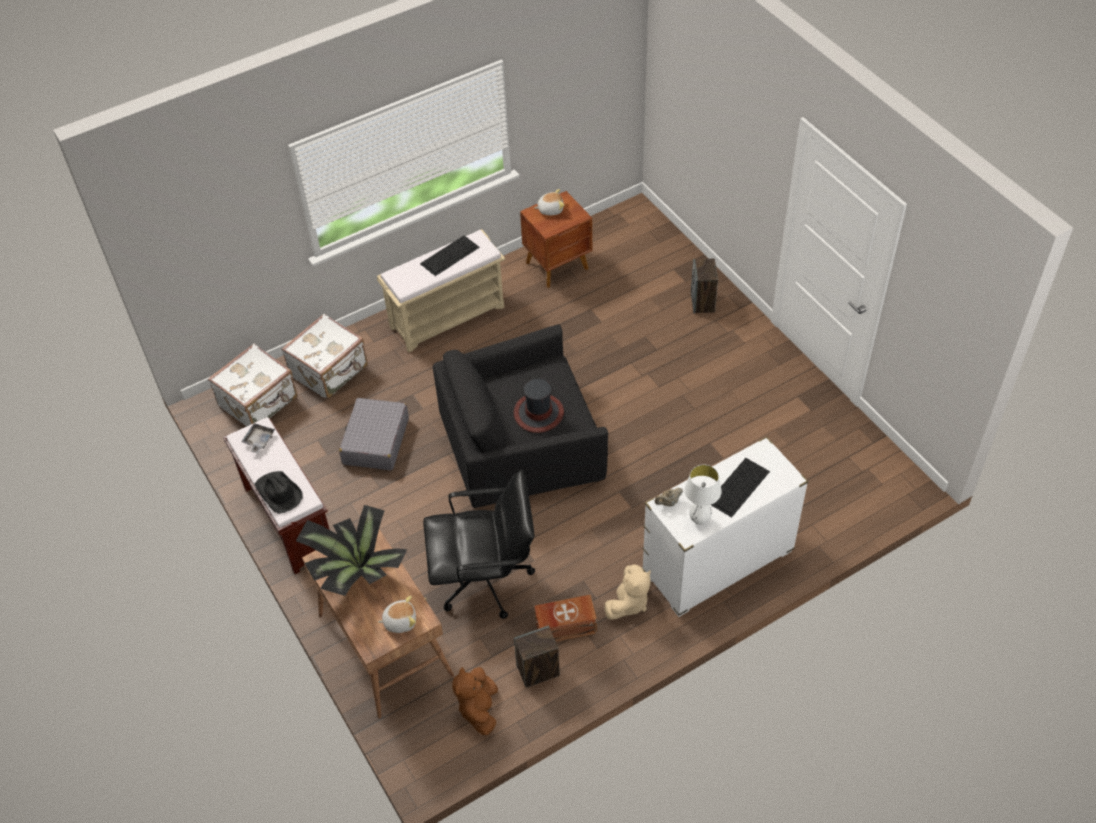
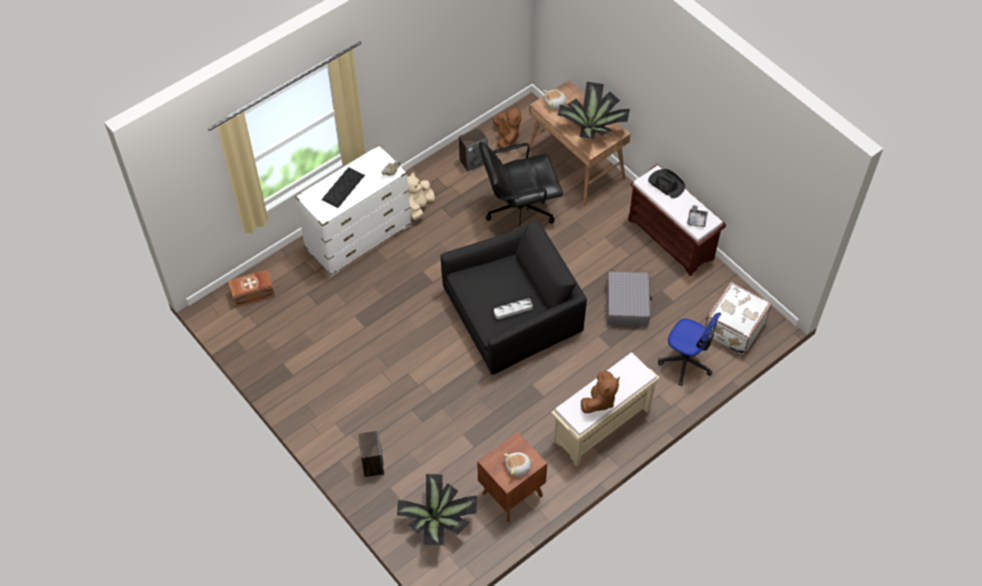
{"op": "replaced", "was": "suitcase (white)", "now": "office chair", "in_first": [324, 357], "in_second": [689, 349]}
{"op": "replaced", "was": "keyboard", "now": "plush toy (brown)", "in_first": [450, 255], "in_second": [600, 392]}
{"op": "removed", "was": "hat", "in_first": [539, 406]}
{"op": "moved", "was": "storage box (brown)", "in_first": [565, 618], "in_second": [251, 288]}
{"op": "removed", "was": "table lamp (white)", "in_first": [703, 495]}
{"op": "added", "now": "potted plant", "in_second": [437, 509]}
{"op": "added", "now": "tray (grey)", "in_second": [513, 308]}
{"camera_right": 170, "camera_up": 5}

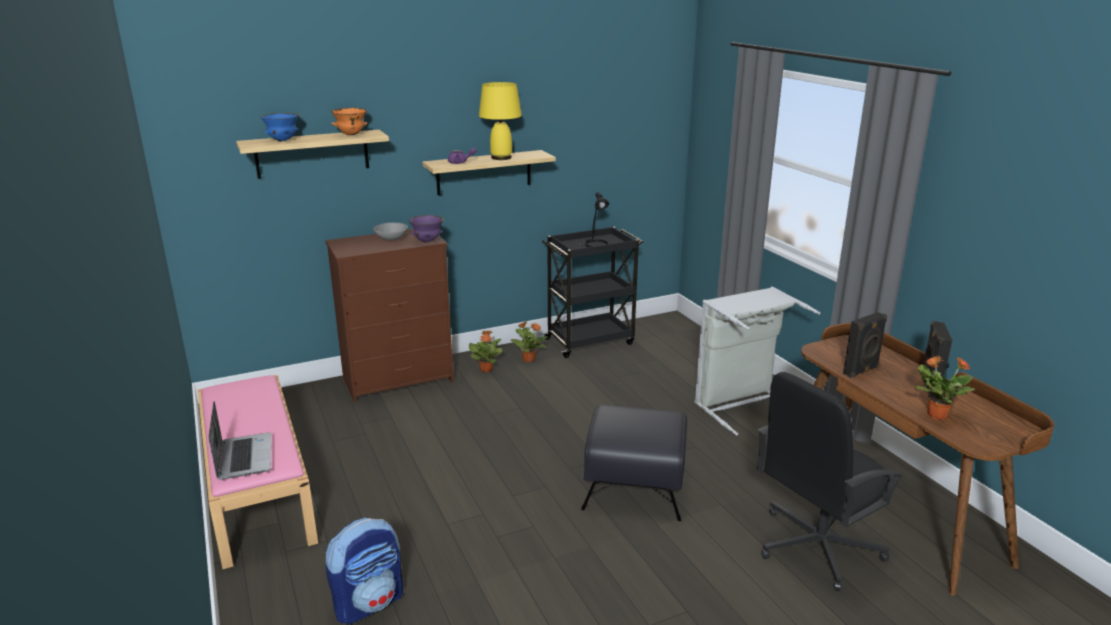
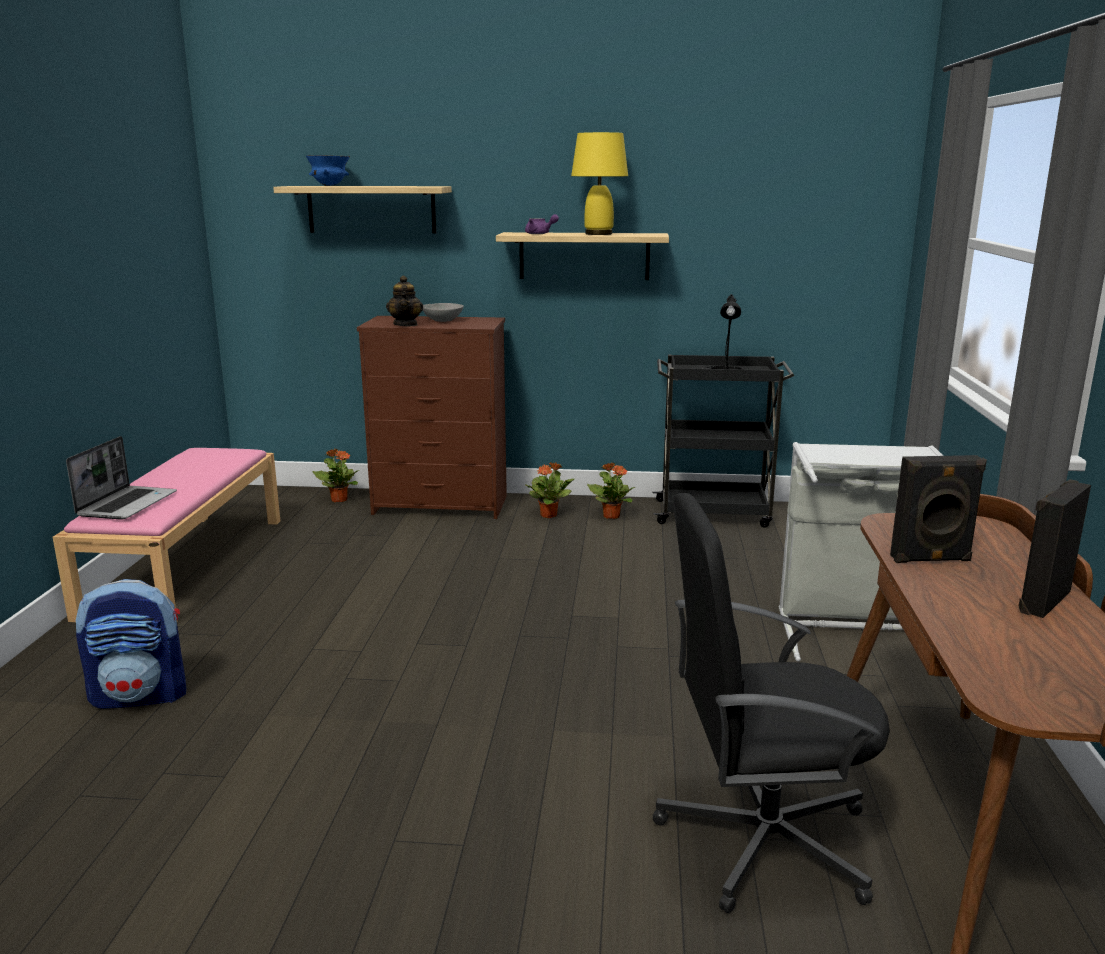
{"op": "removed", "was": "bowl (orange)", "in_first": [349, 121]}
{"op": "removed", "was": "bowl (purple)", "in_first": [426, 229]}
{"op": "removed", "was": "ottoman (black)", "in_first": [634, 463]}
{"op": "moved", "was": "potted plant", "in_first": [945, 388], "in_second": [336, 475]}
{"op": "added", "now": "teapot", "in_second": [404, 301]}
{"camera_right": 30, "camera_up": -5}

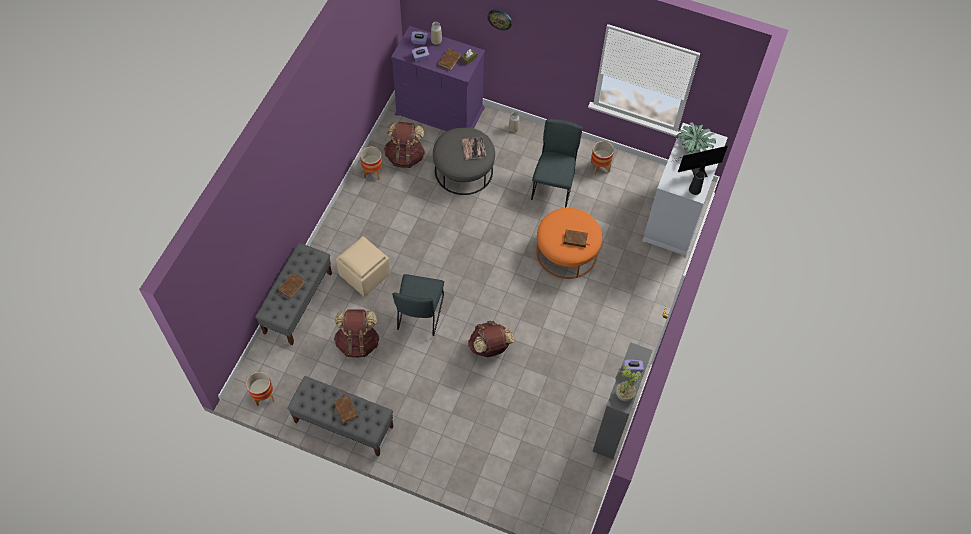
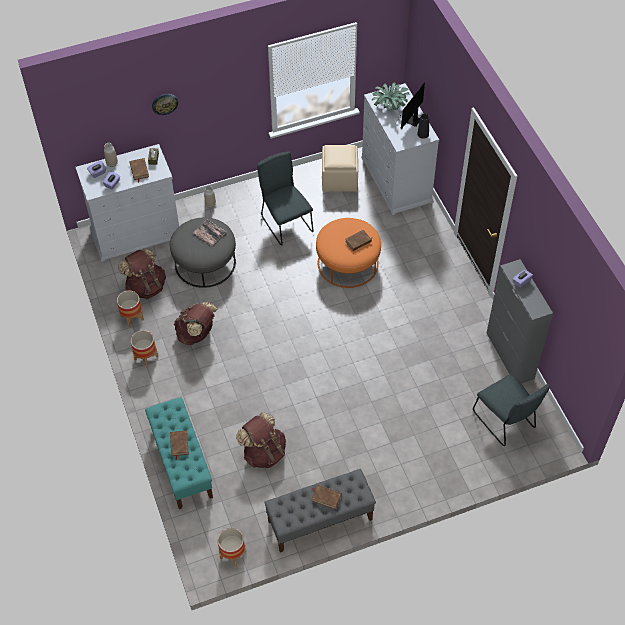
{"op": "recoloured", "was": "bench (grey)", "now": "bench (turquoise)", "in_first": [293, 294], "in_second": [179, 453]}
{"op": "moved", "was": "ottoman (beige)", "in_first": [363, 266], "in_second": [340, 168]}
{"op": "recoloured", "was": "dresser (purple)", "now": "dresser (white)", "in_first": [438, 78], "in_second": [127, 203]}
{"op": "moved", "was": "chair (grey)", "in_first": [418, 305], "in_second": [511, 410]}
{"op": "moved", "was": "backpack (brown)", "in_first": [491, 339], "in_second": [196, 323]}
{"op": "moved", "was": "planter", "in_first": [602, 157], "in_second": [144, 349]}
{"op": "removed", "was": "potted plant", "in_first": [629, 384]}
{"camera_right": -40, "camera_up": -5}

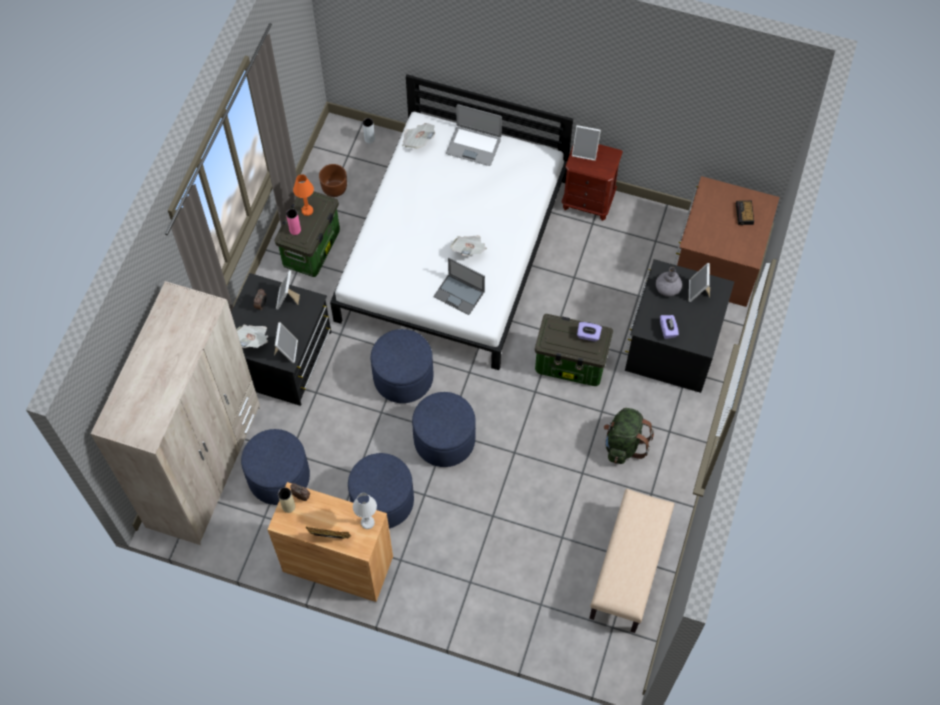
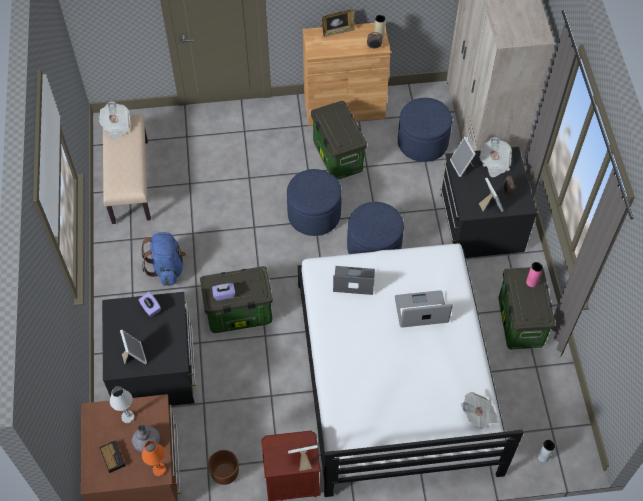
{"op": "moved", "was": "table lamp (orange)", "in_first": [303, 195], "in_second": [154, 458]}
{"op": "moved", "was": "planter (brown)", "in_first": [333, 180], "in_second": [223, 467]}
{"op": "replaced", "was": "ottoman (blue)", "now": "storage box", "in_first": [381, 490], "in_second": [339, 140]}
{"op": "moved", "was": "table lamp (white)", "in_first": [365, 511], "in_second": [122, 404]}
{"op": "moved", "was": "laptop", "in_first": [474, 135], "in_second": [424, 308]}
{"op": "moved", "was": "newspaper", "in_first": [468, 245], "in_second": [114, 120]}
{"op": "recoloured", "was": "backpack (green)", "now": "backpack (blue)", "in_first": [629, 436], "in_second": [163, 259]}
{"op": "moved", "was": "vase (grey)", "in_first": [669, 281], "in_second": [146, 438]}
{"camera_right": 155, "camera_up": -5}

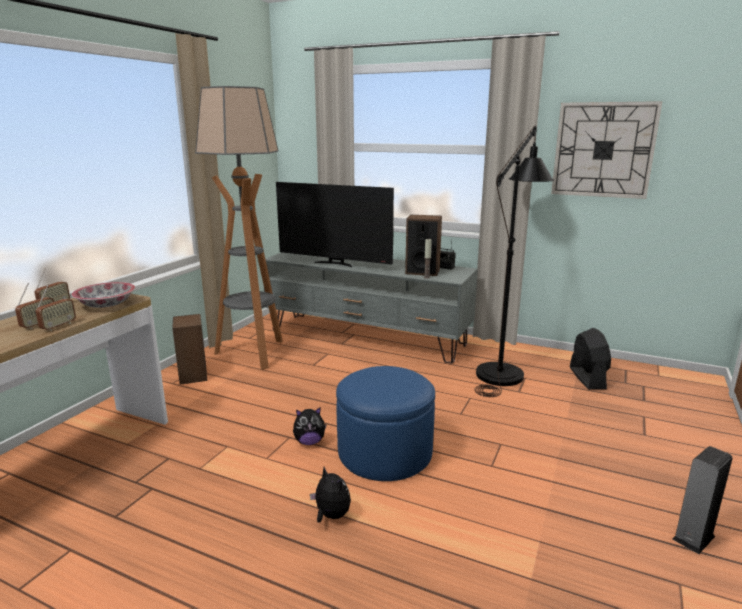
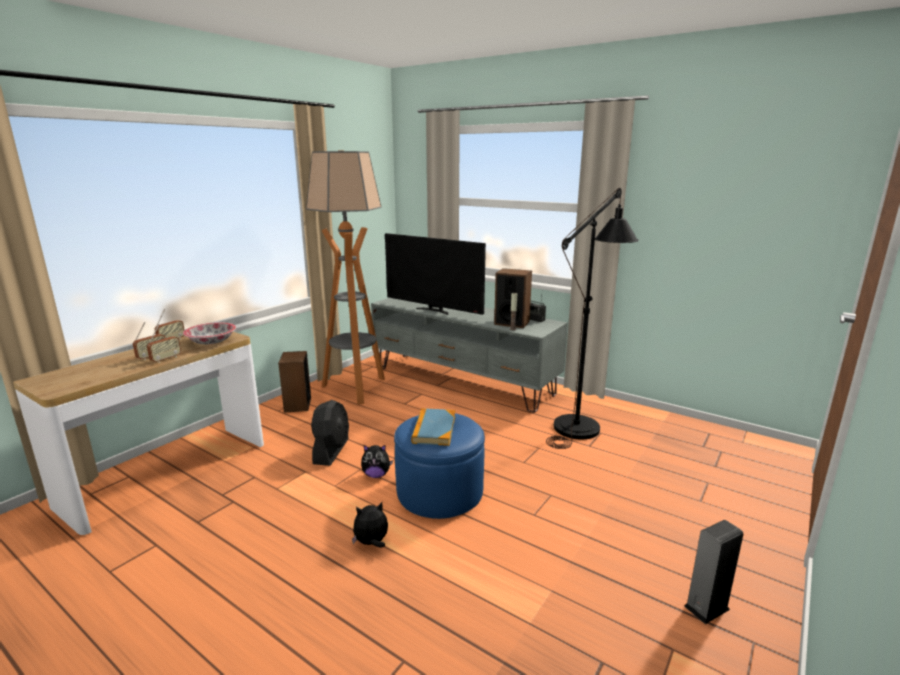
{"op": "turned", "was": "plush toy", "in_first": [330, 495], "in_second": [370, 525], "clockwise": -75}
{"op": "removed", "was": "wall clock", "in_first": [606, 150]}
{"op": "moved", "was": "fan (black)", "in_first": [590, 359], "in_second": [330, 433]}
{"op": "added", "now": "book", "in_second": [433, 427]}
{"camera_right": 10, "camera_up": 0}

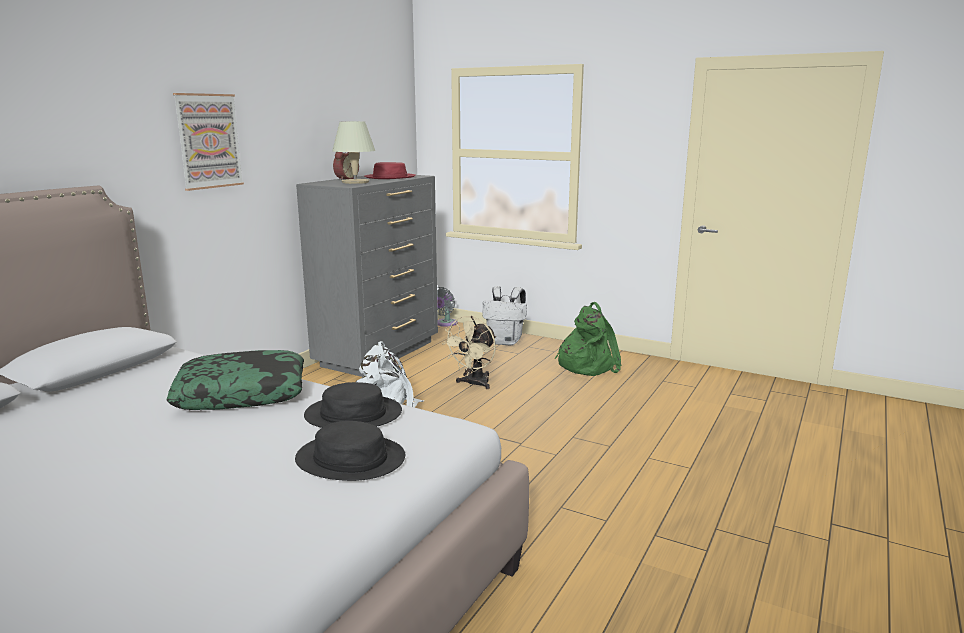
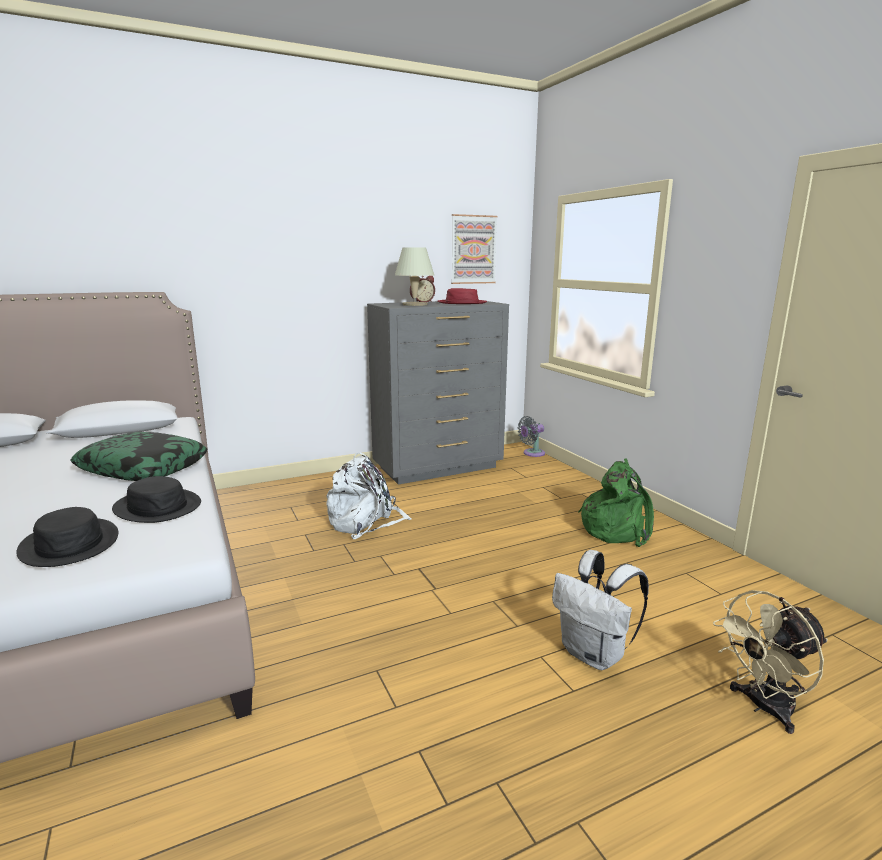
{"op": "moved", "was": "picture", "in_first": [208, 142], "in_second": [474, 249]}
{"op": "moved", "was": "fan (beige)", "in_first": [469, 352], "in_second": [770, 662]}
{"op": "moved", "was": "backpack (white)", "in_first": [504, 315], "in_second": [600, 610]}
{"camera_right": 35, "camera_up": 0}

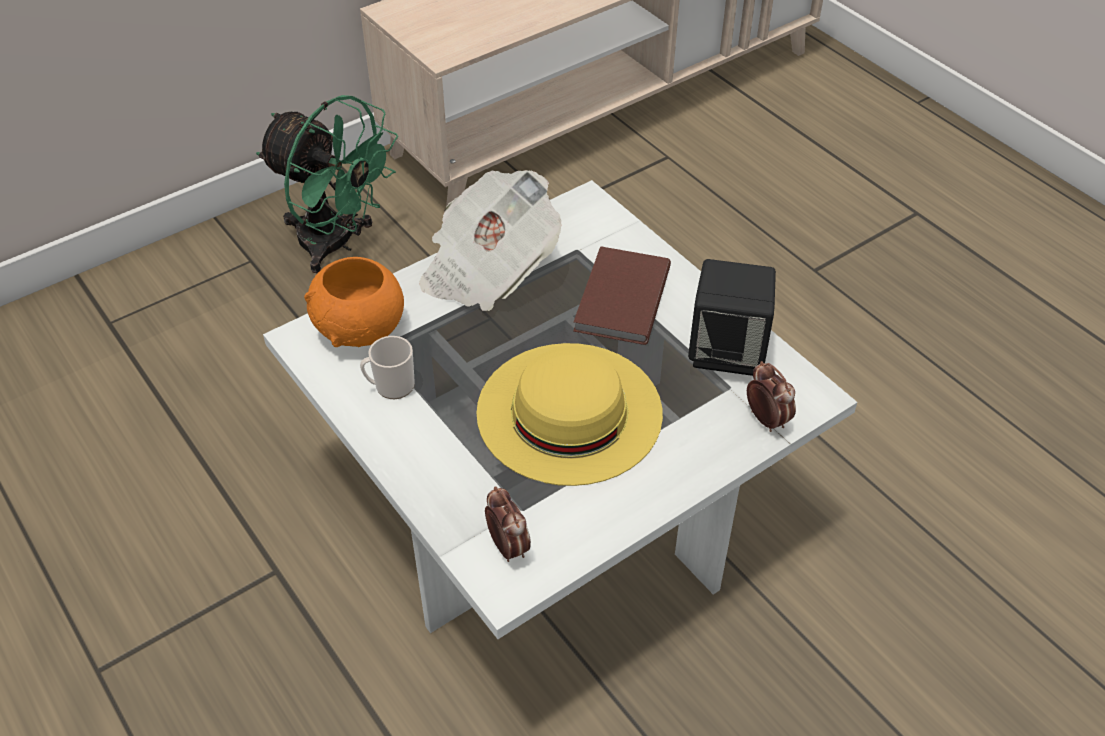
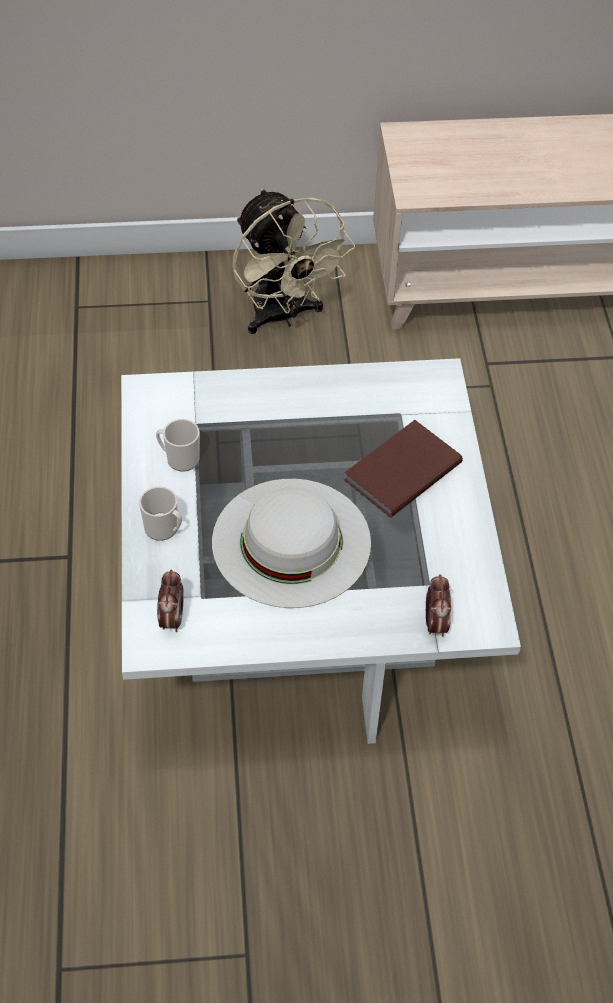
{"op": "recoloured", "was": "fan (green)", "now": "fan (beige)", "in_first": [327, 184], "in_second": [293, 261]}
{"op": "removed", "was": "bowl (orange)", "in_first": [354, 302]}
{"op": "removed", "was": "newspaper", "in_first": [490, 240]}
{"op": "recoloured", "was": "hat (yellow)", "now": "hat (white)", "in_first": [569, 414], "in_second": [291, 543]}
{"op": "removed", "was": "speaker (black)", "in_first": [732, 317]}
{"op": "added", "now": "mug", "in_second": [160, 513]}
{"camera_right": 30, "camera_up": 5}

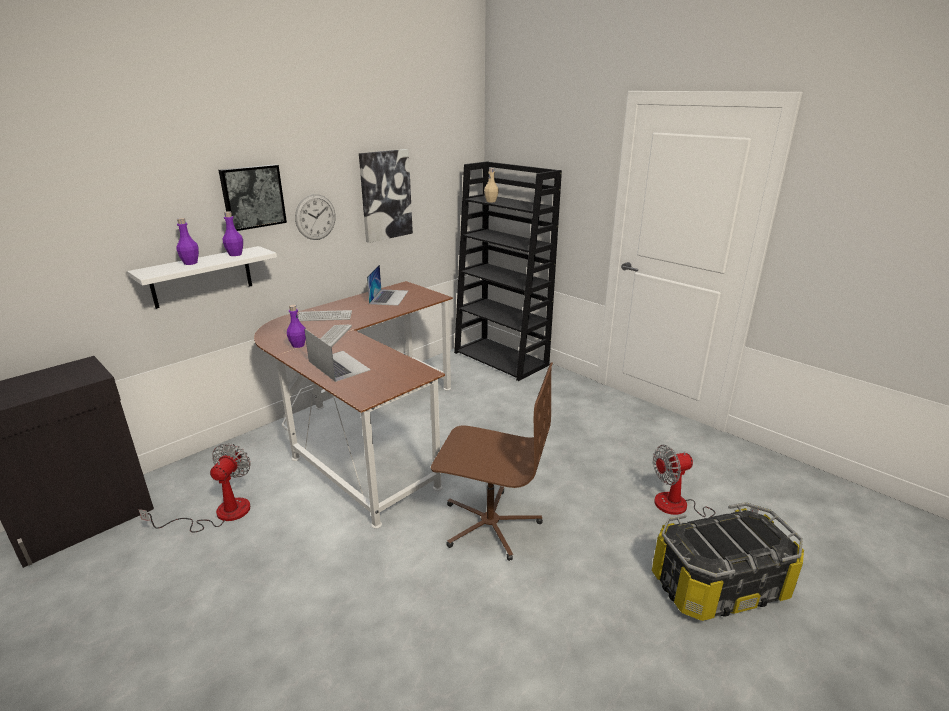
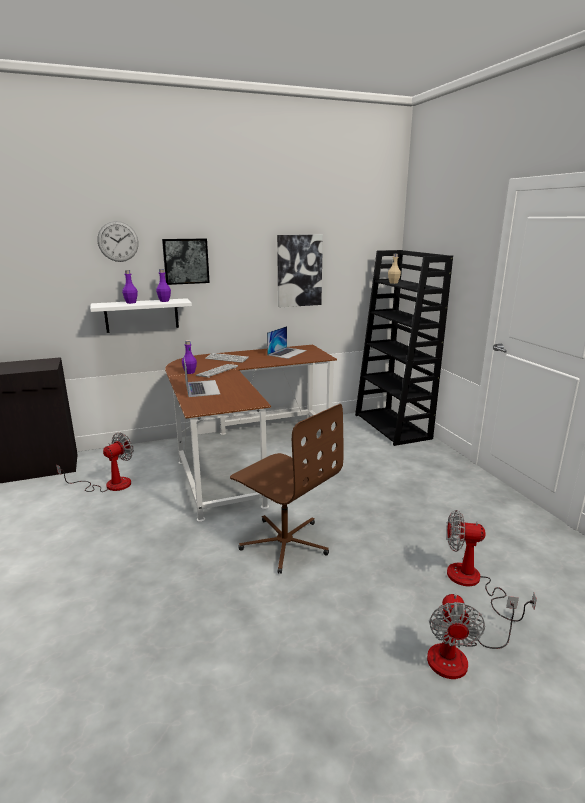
{"op": "moved", "was": "wall clock", "in_first": [315, 217], "in_second": [118, 241]}
{"op": "replaced", "was": "storage box", "now": "fan", "in_first": [728, 561], "in_second": [473, 636]}
{"camera_right": 25, "camera_up": -5}

